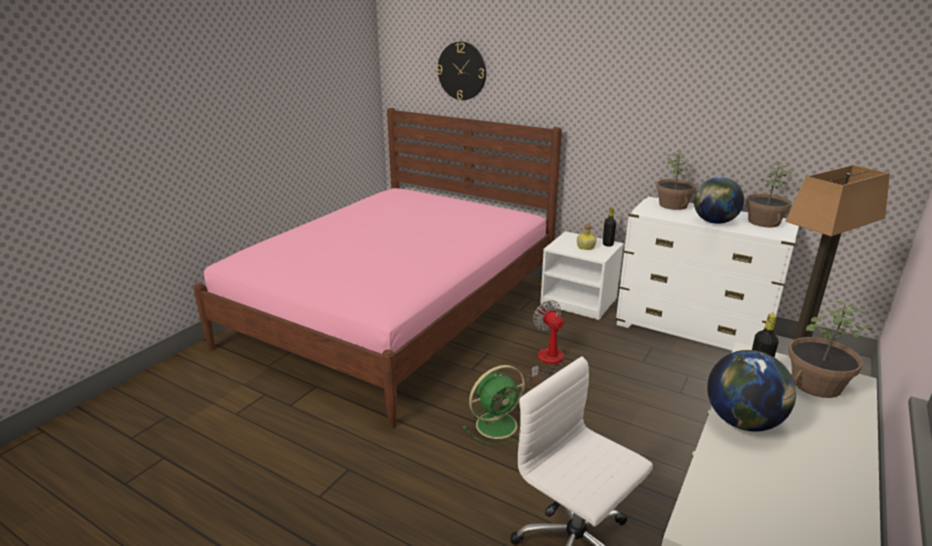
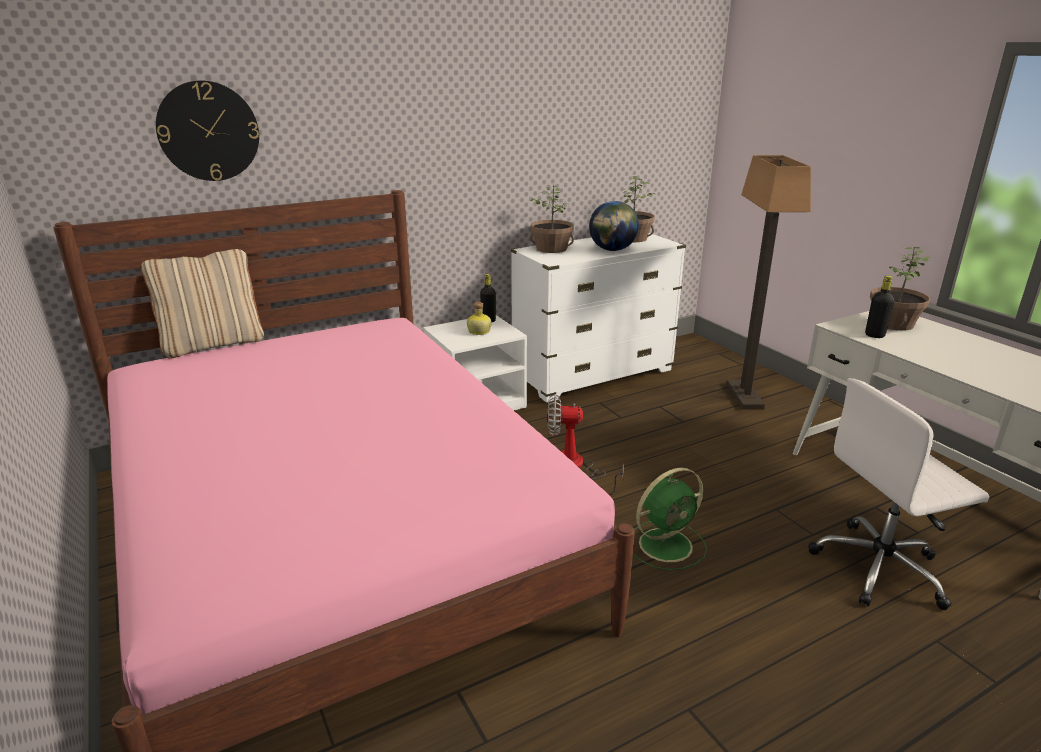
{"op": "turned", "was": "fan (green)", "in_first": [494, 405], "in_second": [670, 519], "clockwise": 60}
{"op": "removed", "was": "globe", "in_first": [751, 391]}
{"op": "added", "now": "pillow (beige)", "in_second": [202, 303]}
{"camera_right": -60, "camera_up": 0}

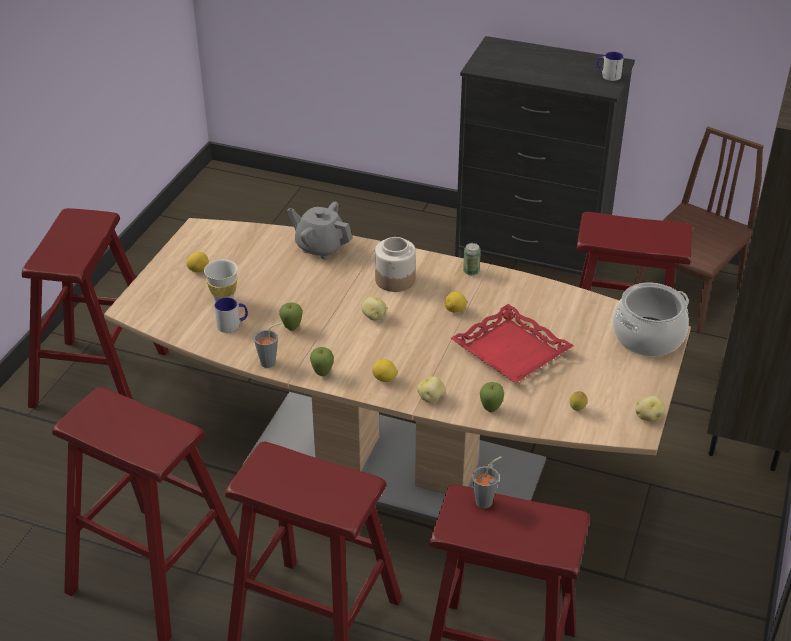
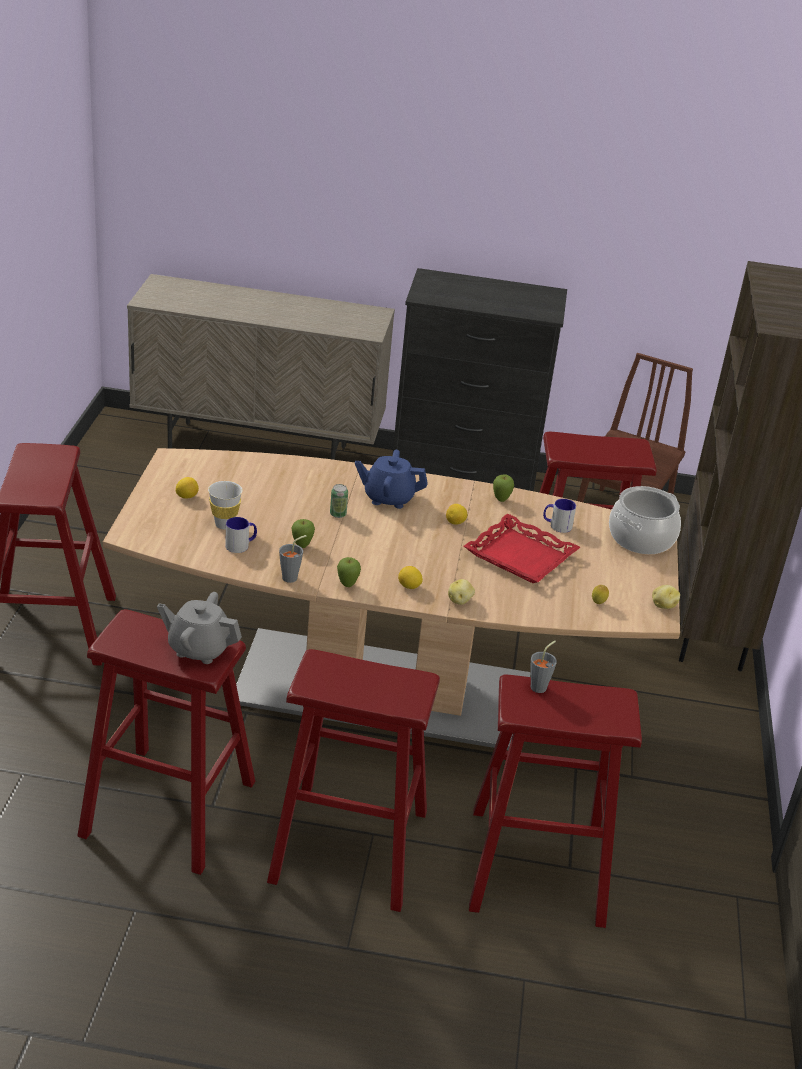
{"op": "moved", "was": "teapot (grey)", "in_first": [320, 230], "in_second": [199, 628]}
{"op": "removed", "was": "potato", "in_first": [374, 308]}
{"op": "replaced", "was": "jar", "now": "teapot (blue)", "in_first": [395, 264], "in_second": [391, 479]}
{"op": "moved", "was": "can", "in_first": [472, 259], "in_second": [339, 501]}
{"op": "moved", "was": "apple", "in_first": [492, 397], "in_second": [503, 488]}
{"op": "moved", "was": "mug", "in_first": [610, 66], "in_second": [559, 516]}
{"op": "added", "now": "cabinet (beige)", "in_second": [261, 367]}
{"camera_right": -15, "camera_up": -5}

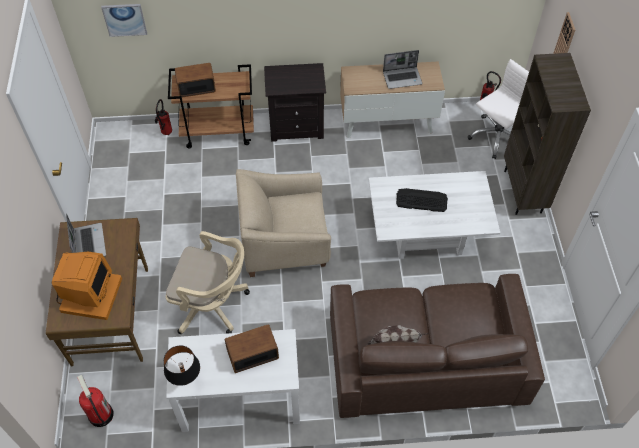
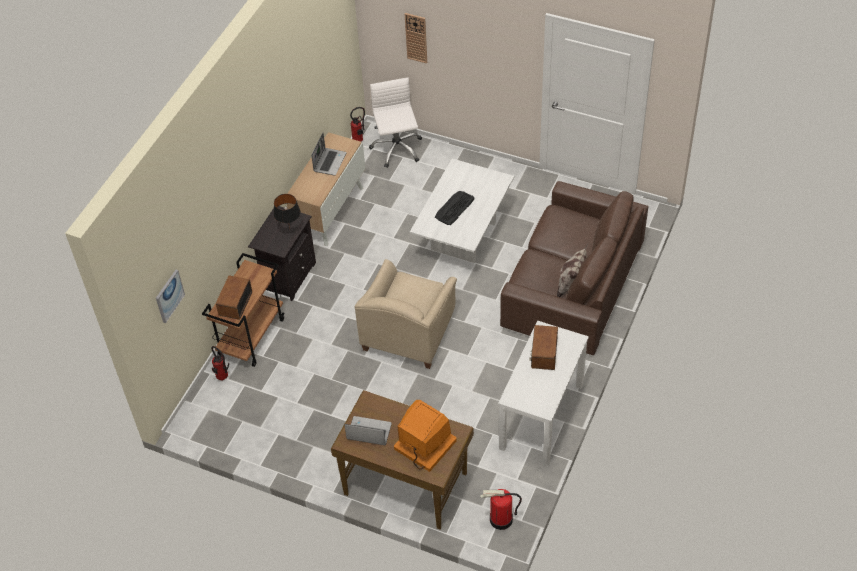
{"op": "moved", "was": "table lamp (black)", "in_first": [182, 366], "in_second": [287, 211]}
{"op": "removed", "was": "office chair (beige)", "in_first": [208, 282]}
{"op": "removed", "was": "bookcase (brown)", "in_first": [547, 134]}
{"camera_right": -60, "camera_up": -5}

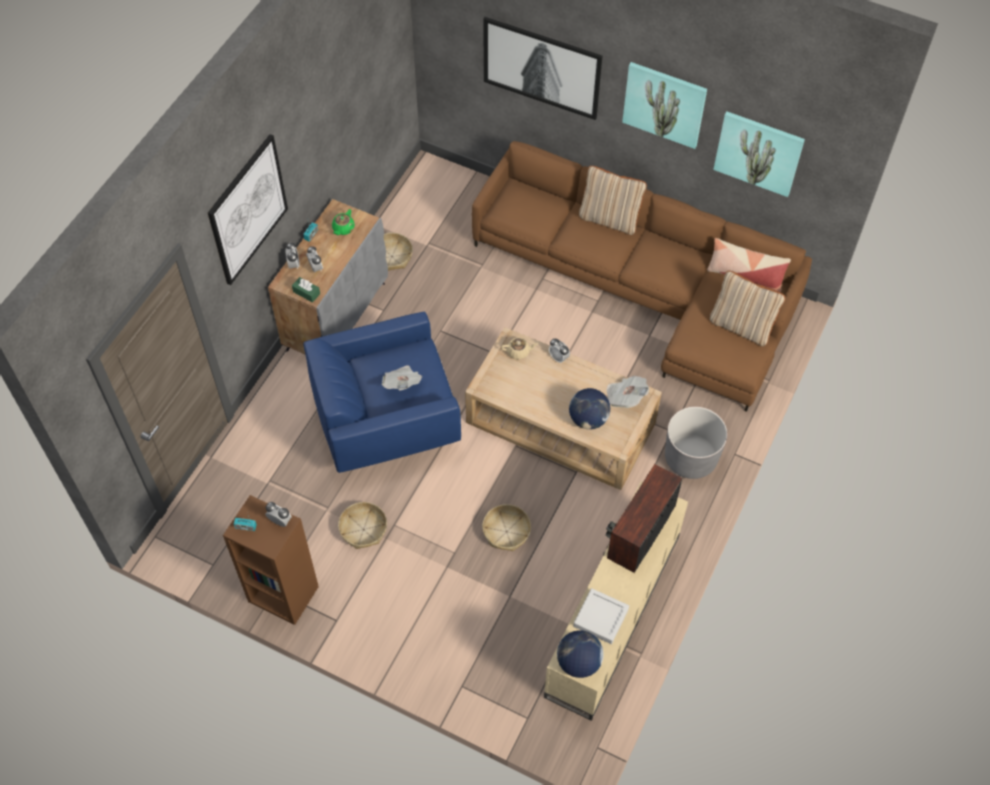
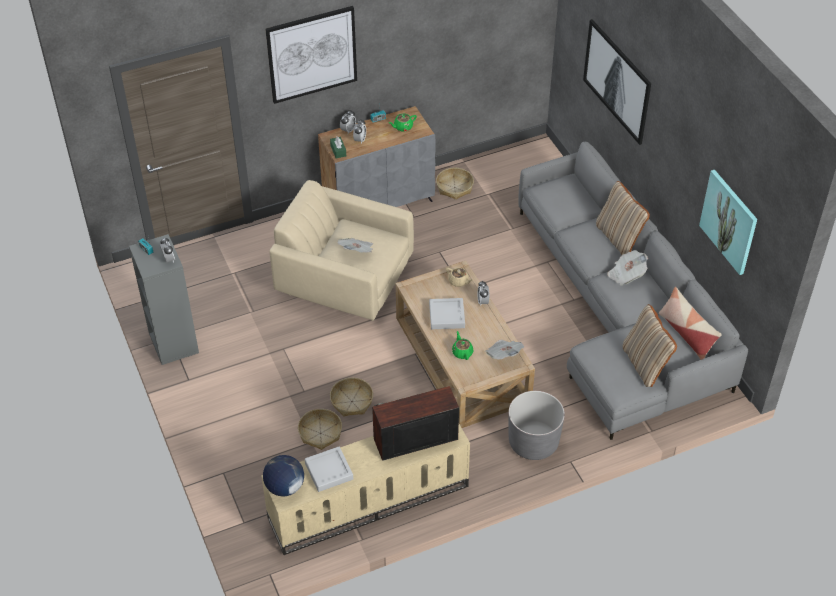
{"op": "recoloured", "was": "bookcase (brown)", "now": "bookcase (grey)", "in_first": [271, 560], "in_second": [164, 299]}
{"op": "recoloured", "was": "armchair (blue)", "now": "armchair (beige)", "in_first": [382, 392], "in_second": [341, 250]}
{"op": "moved", "was": "basket", "in_first": [362, 525], "in_second": [320, 429]}
{"op": "recoloured", "was": "sofa (brown)", "now": "sofa (grey)", "in_first": [642, 276], "in_second": [633, 291]}
{"op": "replaced", "was": "globe", "now": "teapot (green)", "in_first": [589, 408], "in_second": [462, 345]}
{"op": "removed", "was": "picture", "in_first": [664, 105]}
{"op": "added", "now": "tray (grey)", "in_second": [447, 313]}
{"op": "added", "now": "newspaper", "in_second": [627, 268]}
{"camera_right": 40, "camera_up": -10}

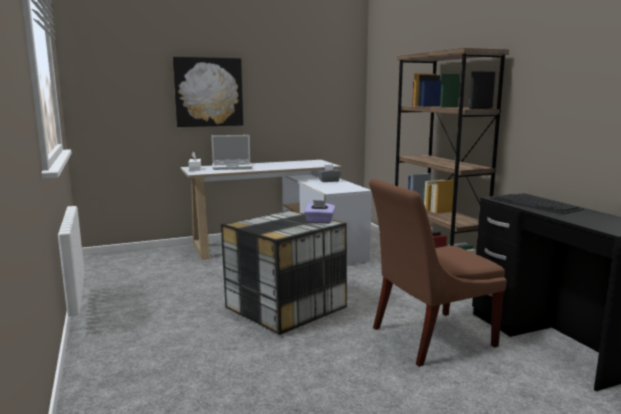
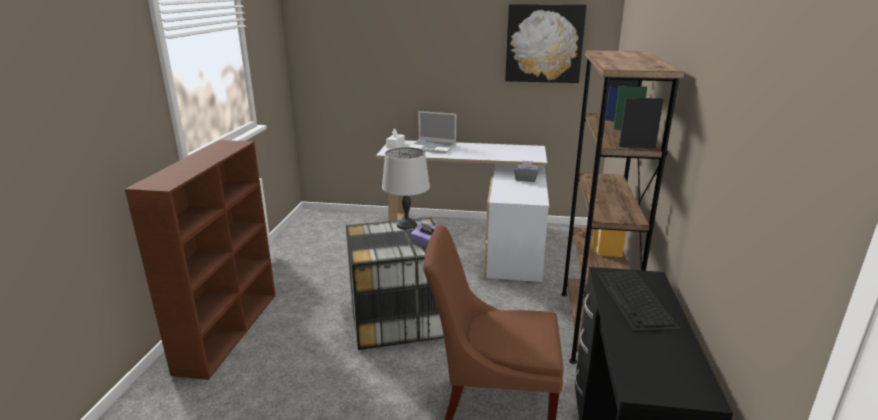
{"op": "moved", "was": "picture", "in_first": [208, 92], "in_second": [546, 43]}
{"op": "added", "now": "bookcase (brown)", "in_second": [200, 260]}
{"op": "added", "now": "table lamp (grey)", "in_second": [406, 188]}
{"camera_right": 30, "camera_up": 10}

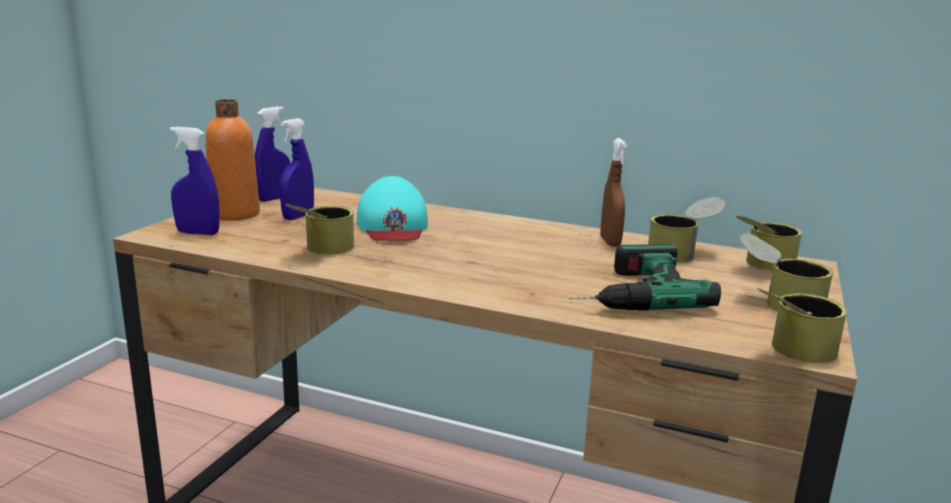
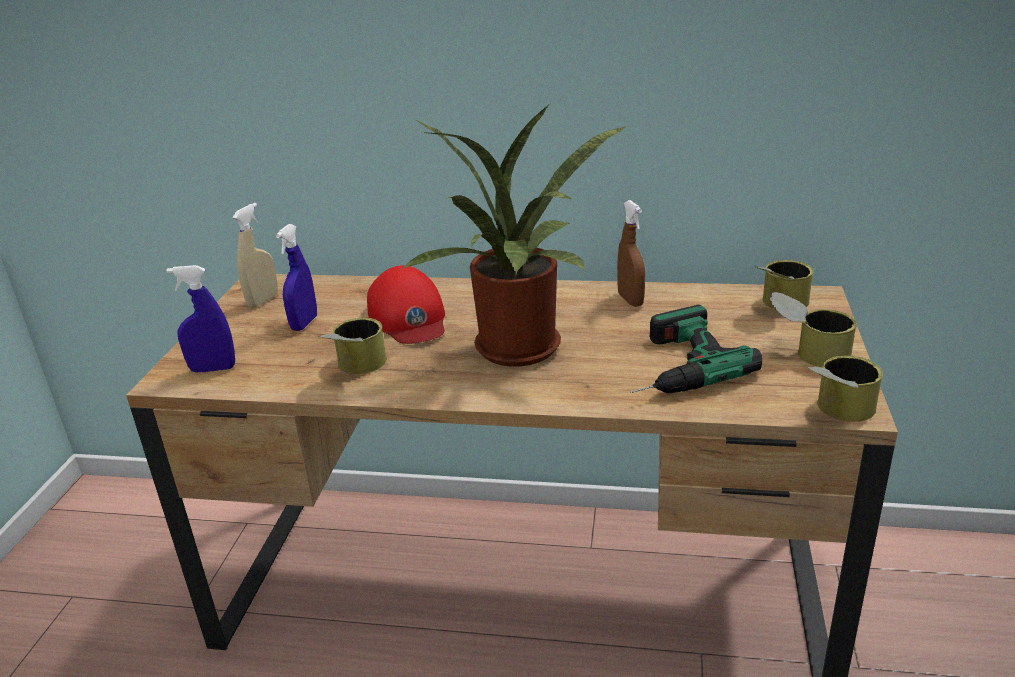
{"op": "removed", "was": "bottle (orange)", "in_first": [232, 160]}
{"op": "recoloured", "was": "spray bottle (blue)", "now": "spray bottle (beige)", "in_first": [273, 154], "in_second": [255, 255]}
{"op": "recoloured", "was": "cap (turquoise)", "now": "cap (red)", "in_first": [392, 208], "in_second": [406, 304]}
{"op": "removed", "was": "can", "in_first": [687, 230]}
{"op": "added", "now": "potted plant", "in_second": [515, 235]}
{"camera_right": -10, "camera_up": 10}

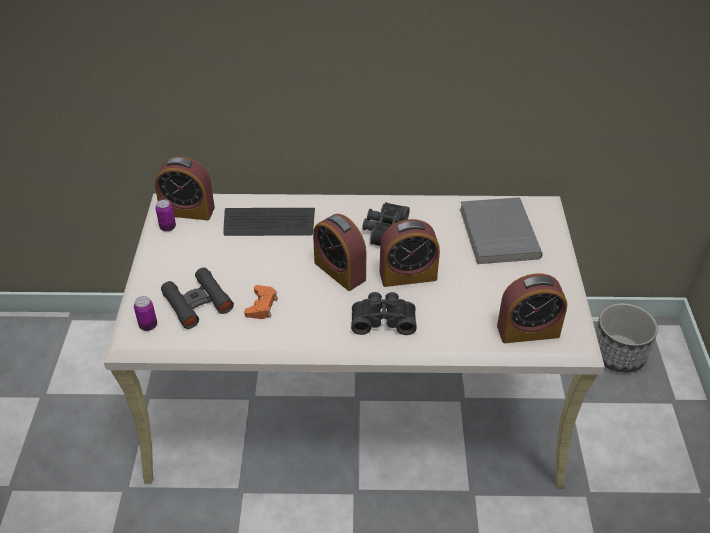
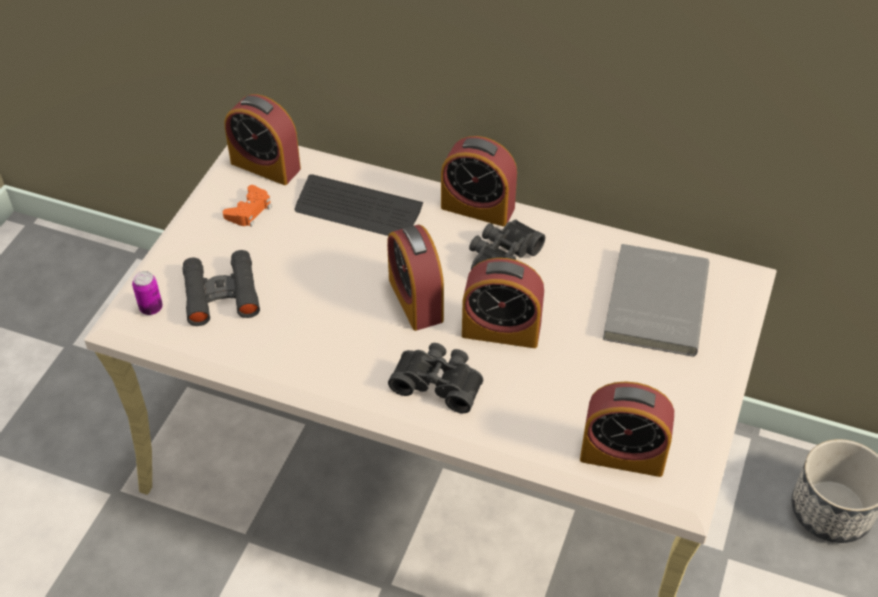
{"op": "removed", "was": "can", "in_first": [165, 215]}
{"op": "moved", "was": "game controller (orange)", "in_first": [261, 302], "in_second": [247, 206]}
{"op": "added", "now": "alarm clock", "in_second": [479, 181]}
{"camera_right": 20, "camera_up": 5}

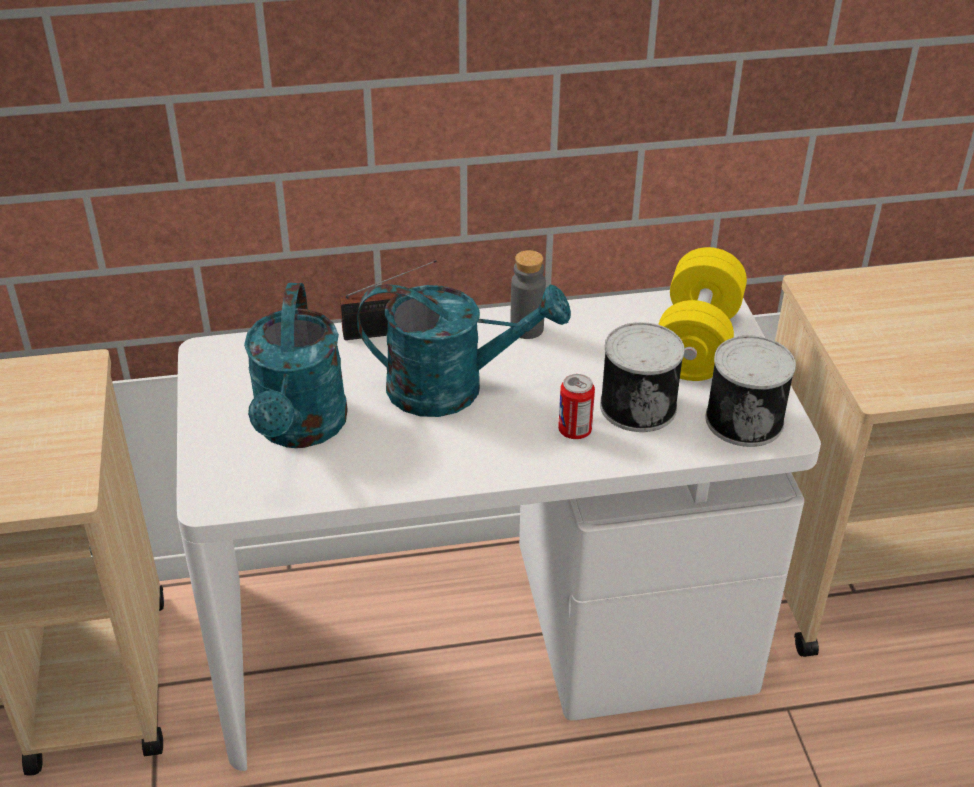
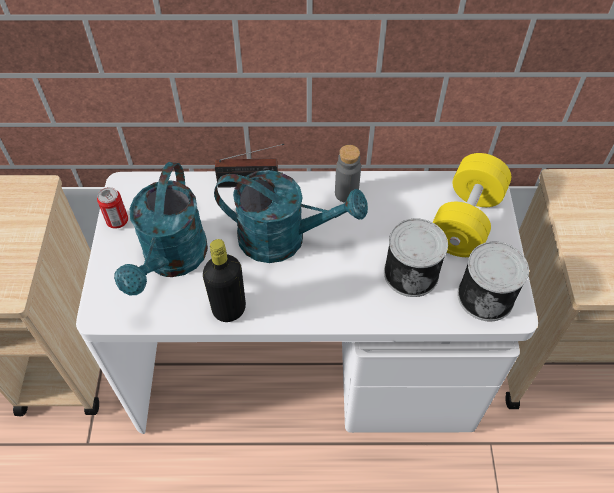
{"op": "moved", "was": "can", "in_first": [576, 406], "in_second": [112, 208]}
{"op": "added", "now": "bottle (black)", "in_second": [224, 280]}
{"camera_right": 10, "camera_up": 15}

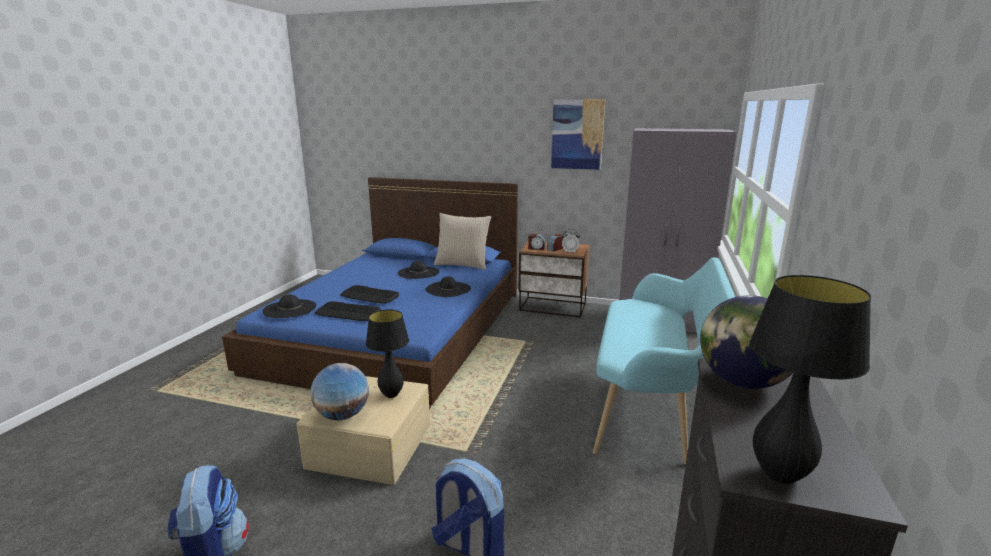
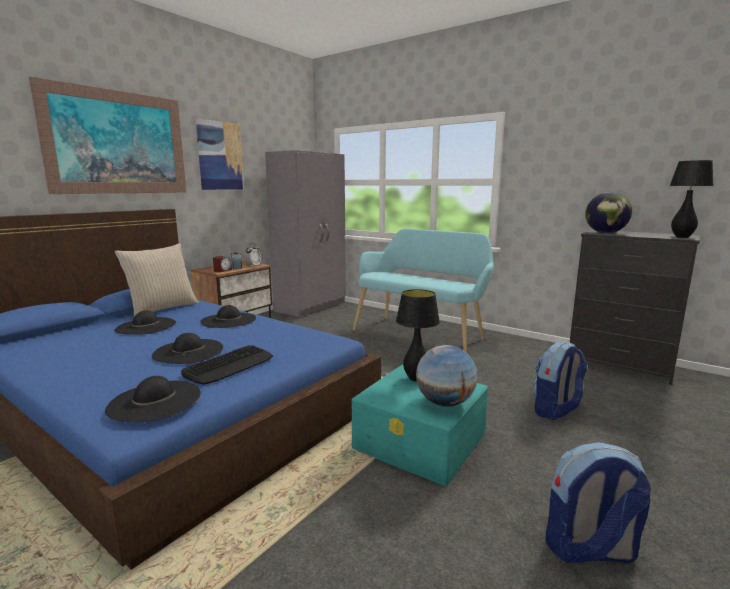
{"op": "recoloured", "was": "storage box (beige)", "now": "storage box (turquoise)", "in_first": [363, 430], "in_second": [420, 425]}
{"op": "replaced", "was": "keyboard", "now": "hat (black)", "in_first": [369, 294], "in_second": [187, 348]}
{"op": "added", "now": "picture", "in_second": [107, 135]}
{"camera_right": -70, "camera_up": -5}

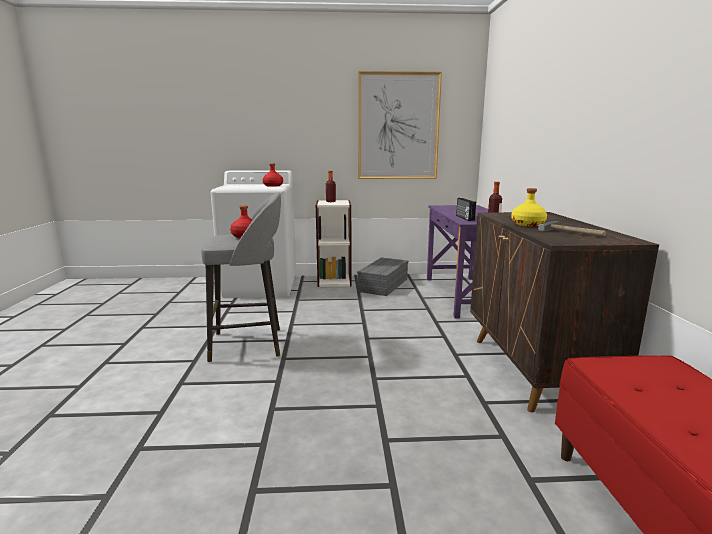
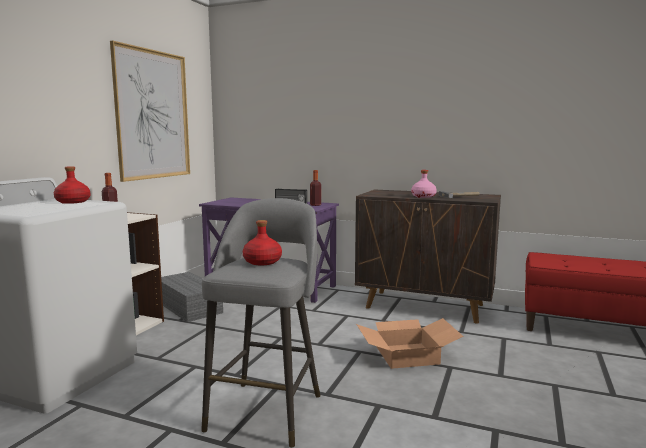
{"op": "recoloured", "was": "bottle (yellow)", "now": "bottle (pink)", "in_first": [529, 207], "in_second": [424, 184]}
{"op": "added", "now": "cardboard box", "in_second": [410, 343]}
{"camera_right": -65, "camera_up": -5}

